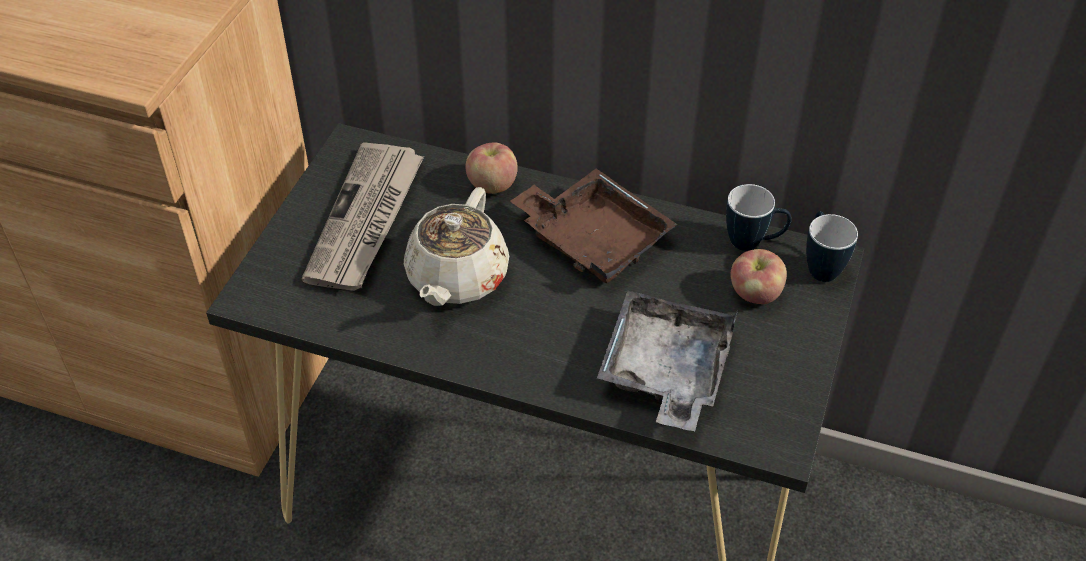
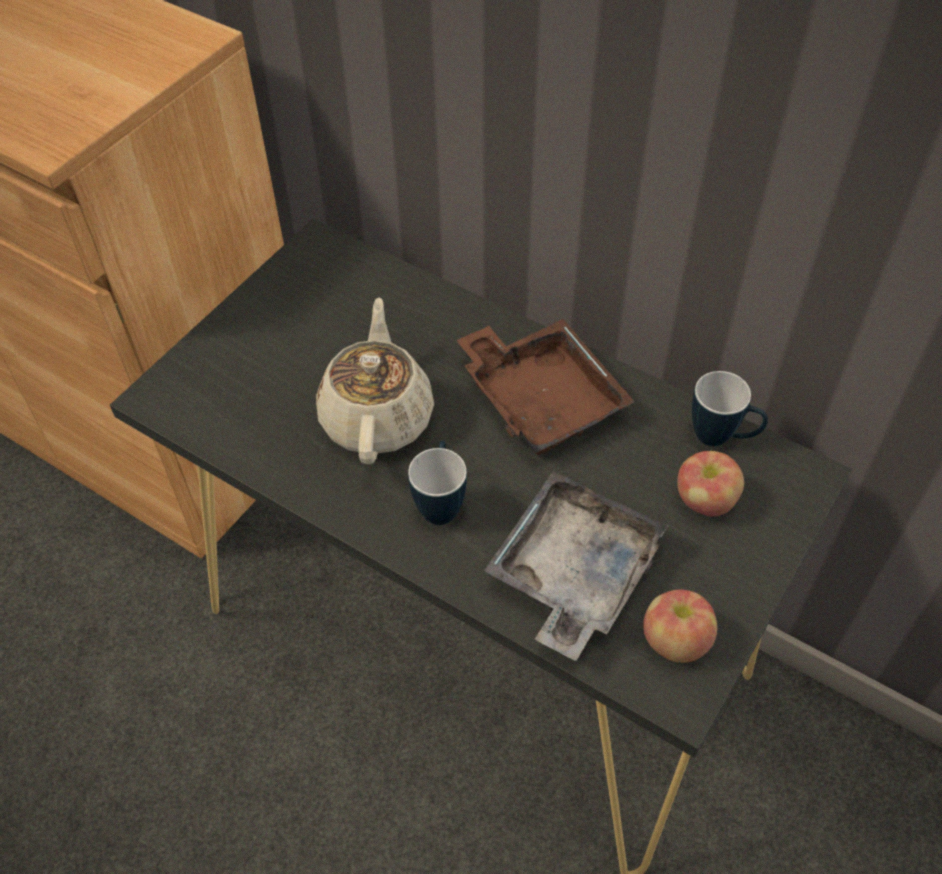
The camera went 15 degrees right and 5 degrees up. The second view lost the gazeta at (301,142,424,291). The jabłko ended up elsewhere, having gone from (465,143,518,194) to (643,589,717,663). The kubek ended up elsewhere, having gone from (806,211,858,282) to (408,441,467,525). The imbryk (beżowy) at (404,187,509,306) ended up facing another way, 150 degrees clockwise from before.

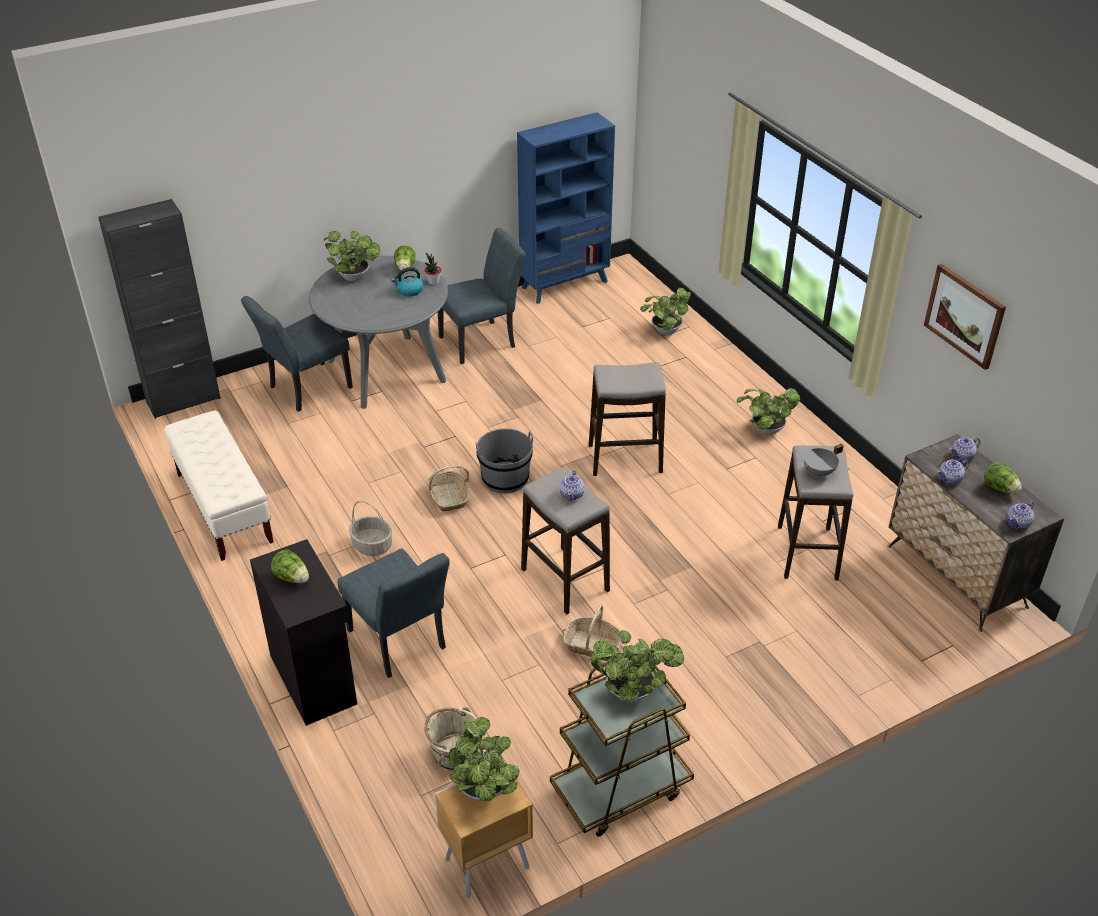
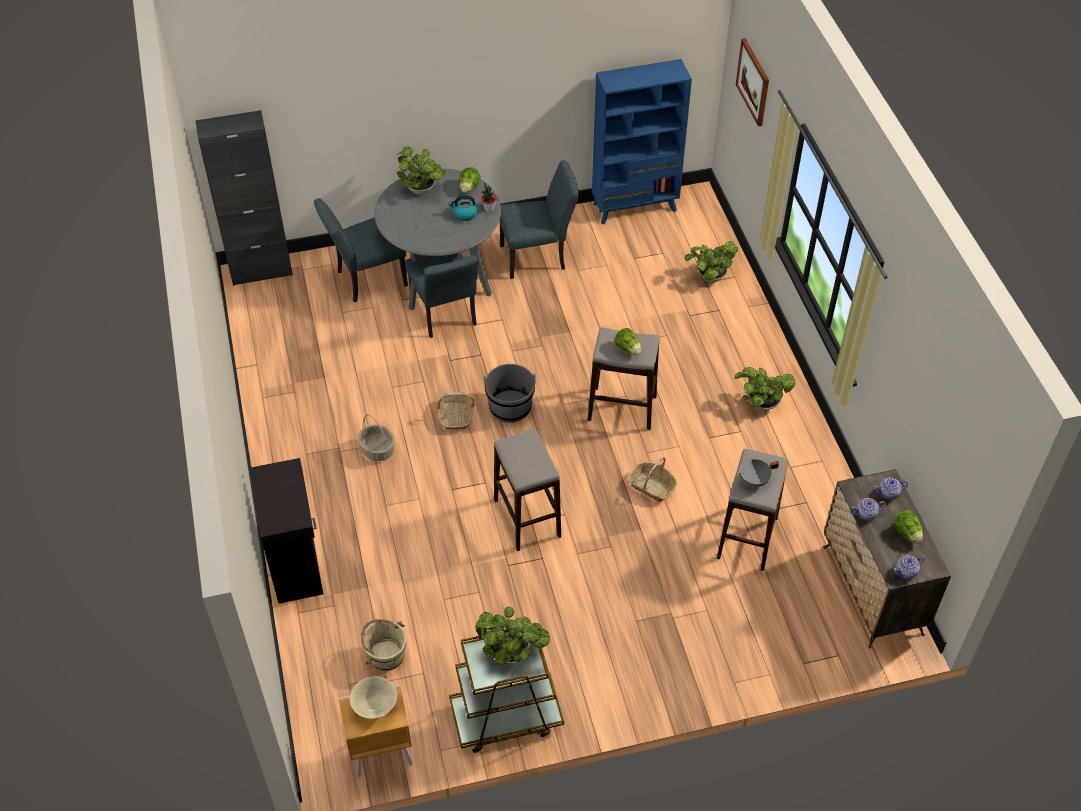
The camera went 15 degrees right and 10 degrees up. The second view lost the ławka (beżowy) at (164,411,274,561). The second view lost the imbryk at (560,470,584,501). The sałata ended up elsewhere, having gone from (271,549,309,583) to (615,328,641,355). The krzesło (szary) ended up elsewhere, having gone from (338,549,450,678) to (405,253,479,338). The koszyk ended up elsewhere, having gone from (563,605,621,661) to (628,457,677,502). The obraz ended up elsewhere, having gone from (924,264,1006,370) to (736,38,769,126). Where the roślina doniczkowa stood at (449,717,520,801), the miska (beżowy) came to stand at (350,676,397,719).

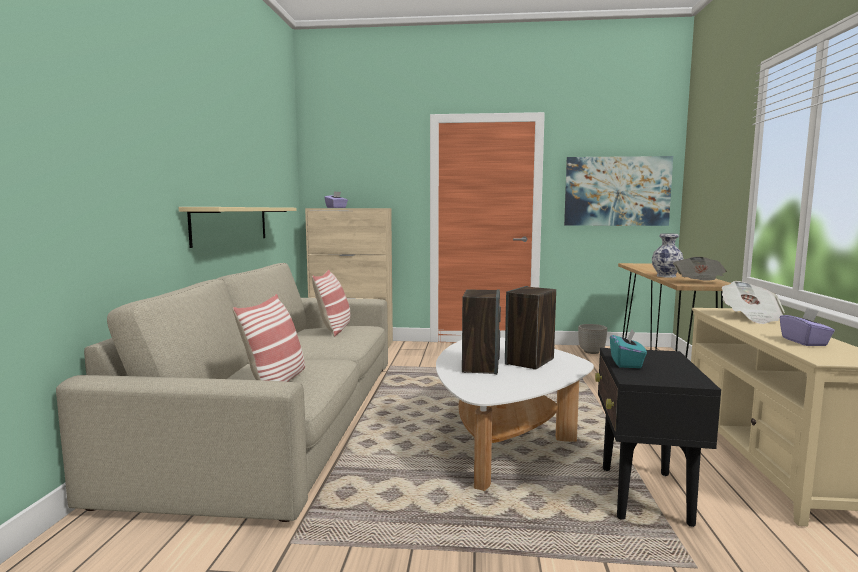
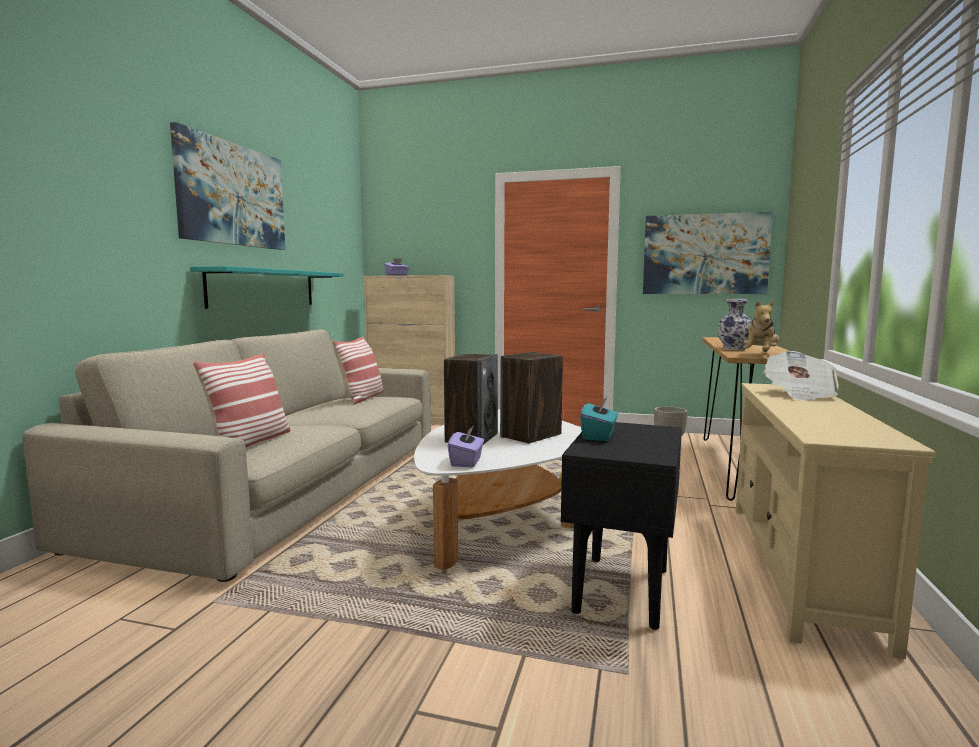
The camera went 10 degrees right and 0 degrees up. The second view gained the obraz at (170,122,285,250). The pudełko chusteczek (fioletowy) ended up elsewhere, having gone from (780,308,835,346) to (448,426,484,467). Where the gazeta stood at (673,257,727,281), the pluszak came to stand at (743,300,779,352). What was the półka (beżowy) at (179,207,297,248) turned into the półka (turkusowy) at (190,266,344,309).

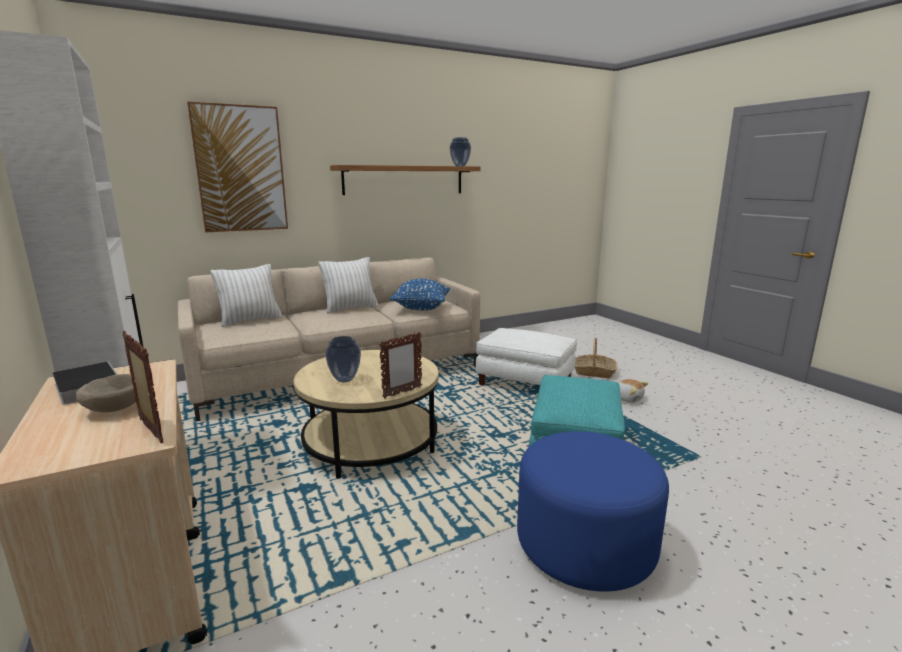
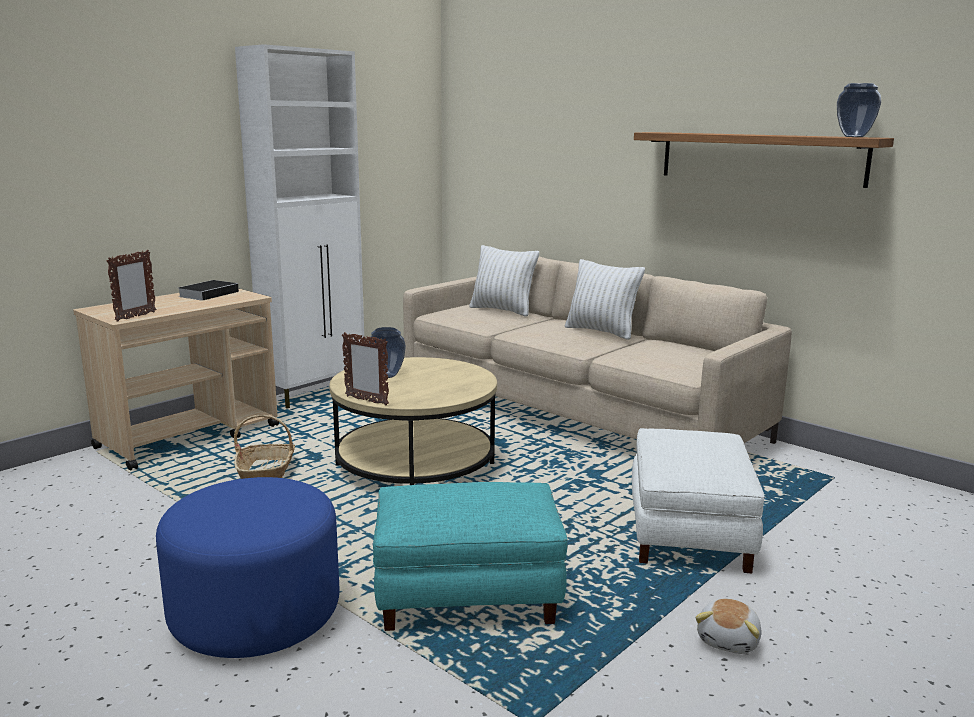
The camera went 70 degrees right and 0 degrees up. The second view lost the miska (beżowy) at (76,374,136,412). The second view lost the obraz at (187,102,288,232). The second view lost the poduszka (niebieski) at (390,279,450,311). The koszyk ended up elsewhere, having gone from (575,338,618,378) to (234,415,295,479).

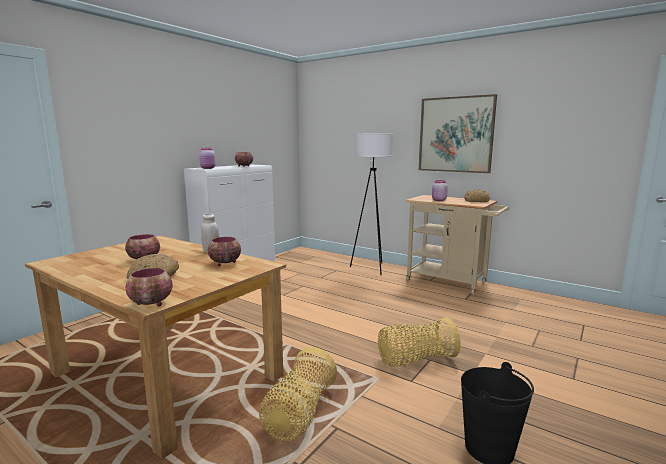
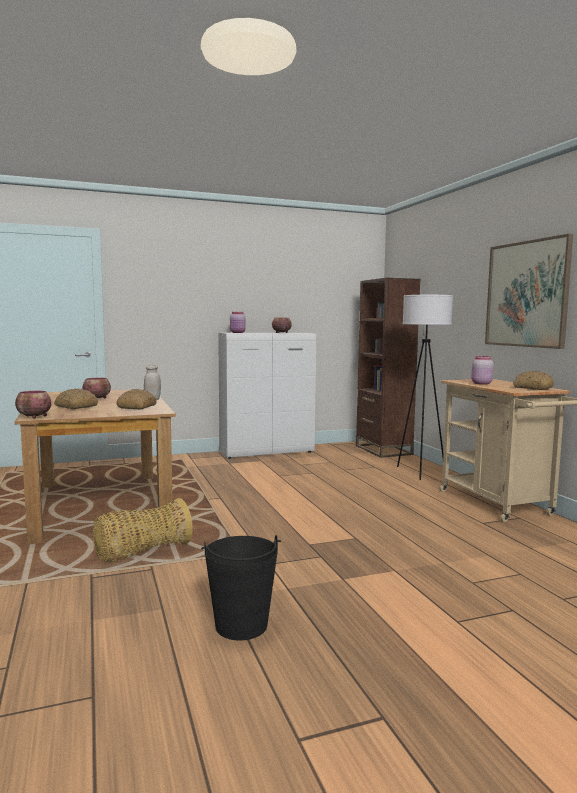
The camera went 35 degrees right and 5 degrees down. The second view lost the koszyk at (378,317,461,367). The second view gained the regał (brązowy) at (356,278,421,458). Where the miska stood at (208,237,241,266), the chleb came to stand at (116,389,156,409).

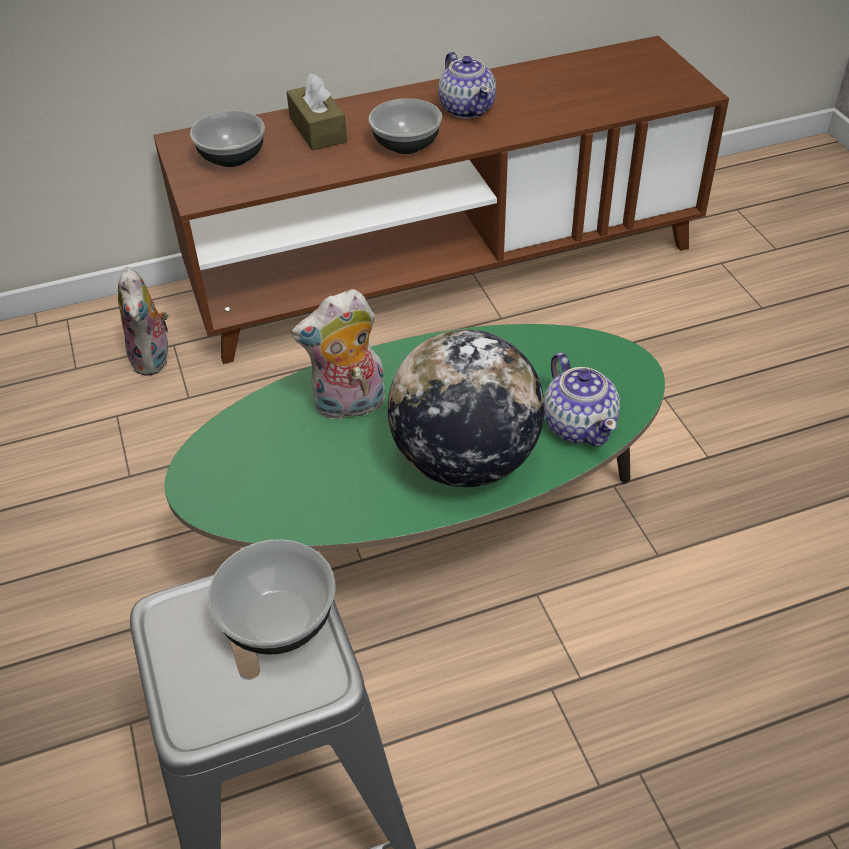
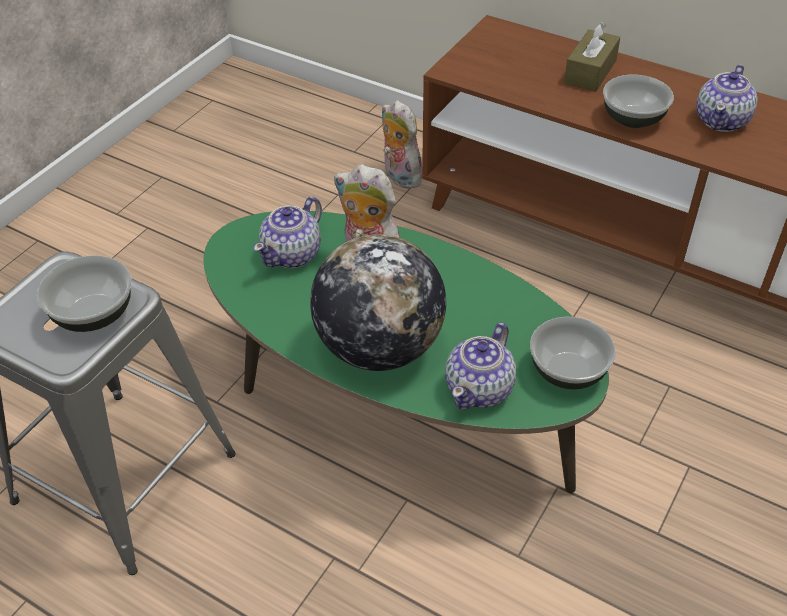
The camera went 50 degrees right and 0 degrees up. The second view gained the imbryk at (254,197,322,268). The miska ended up elsewhere, having gone from (190,111,265,167) to (530,317,616,389). The pluszak at (118,267,169,376) ended up facing another way, 105 degrees clockwise from before.

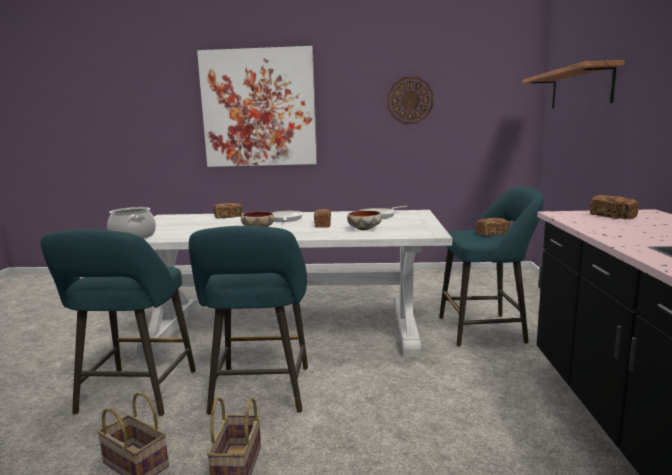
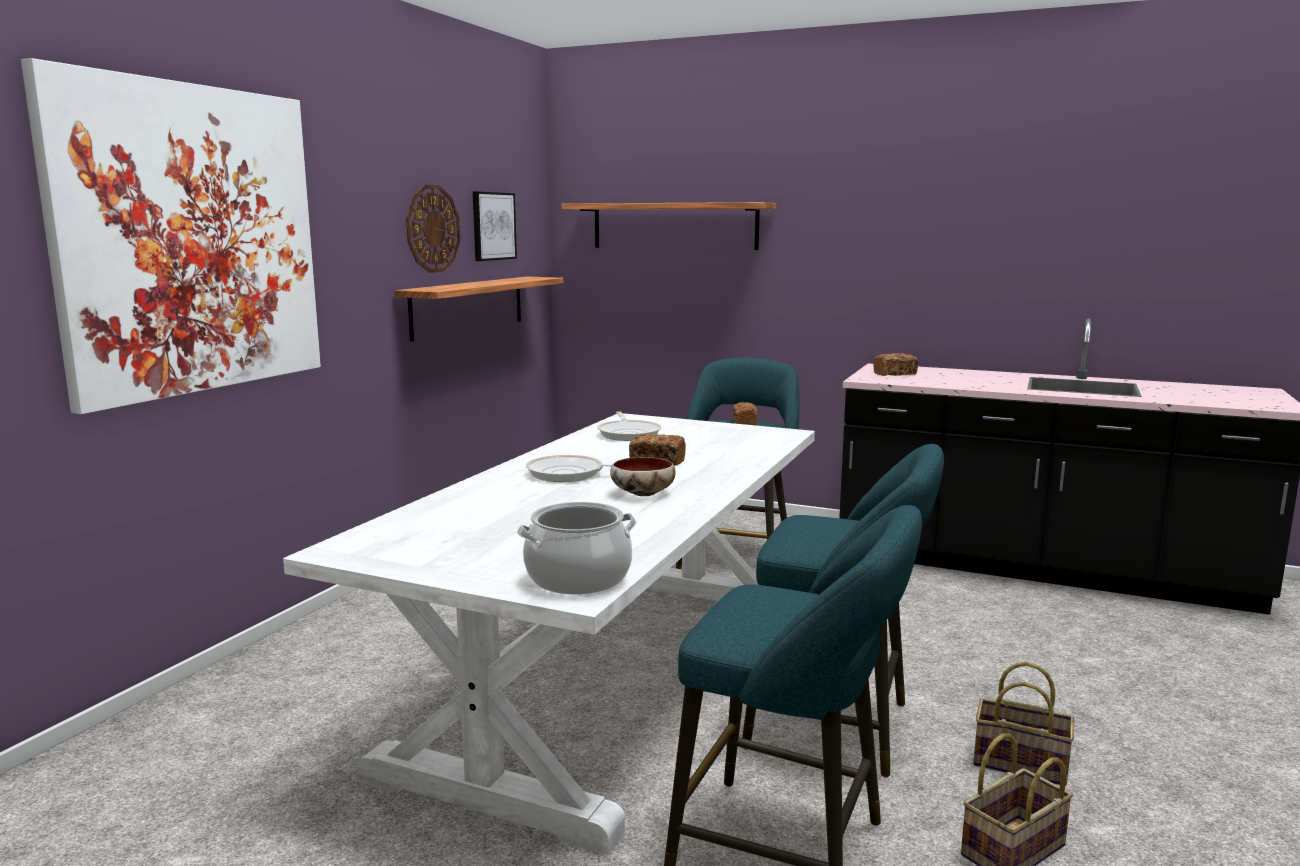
The camera went 70 degrees left and 0 degrees up. The second view lost the chleb at (214,203,242,219). The second view lost the miska at (347,211,382,230). The second view gained the półka at (395,277,563,342). The second view gained the obraz at (472,192,517,261).

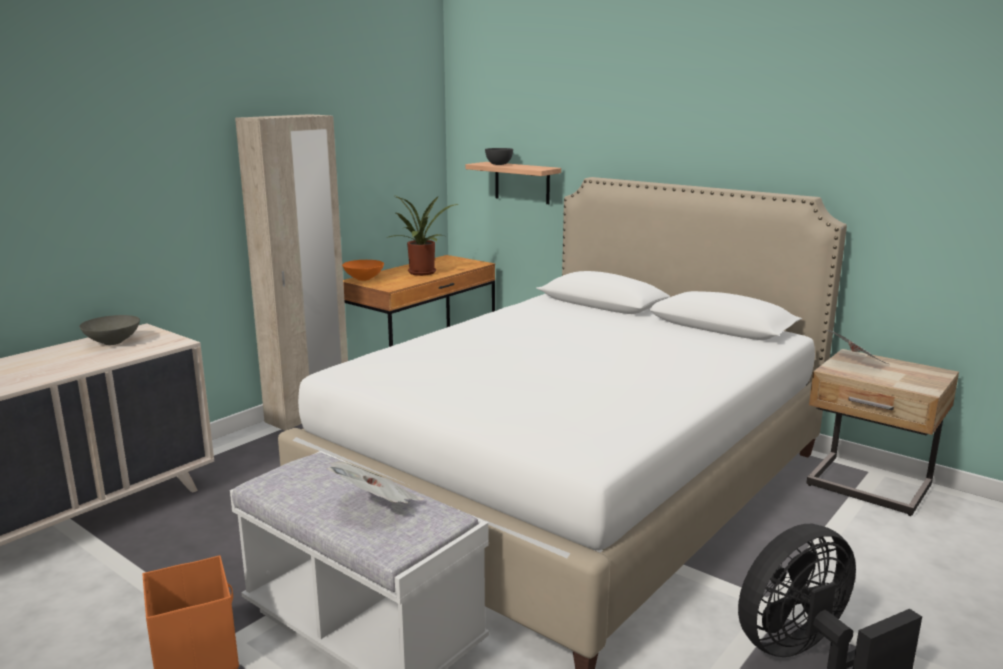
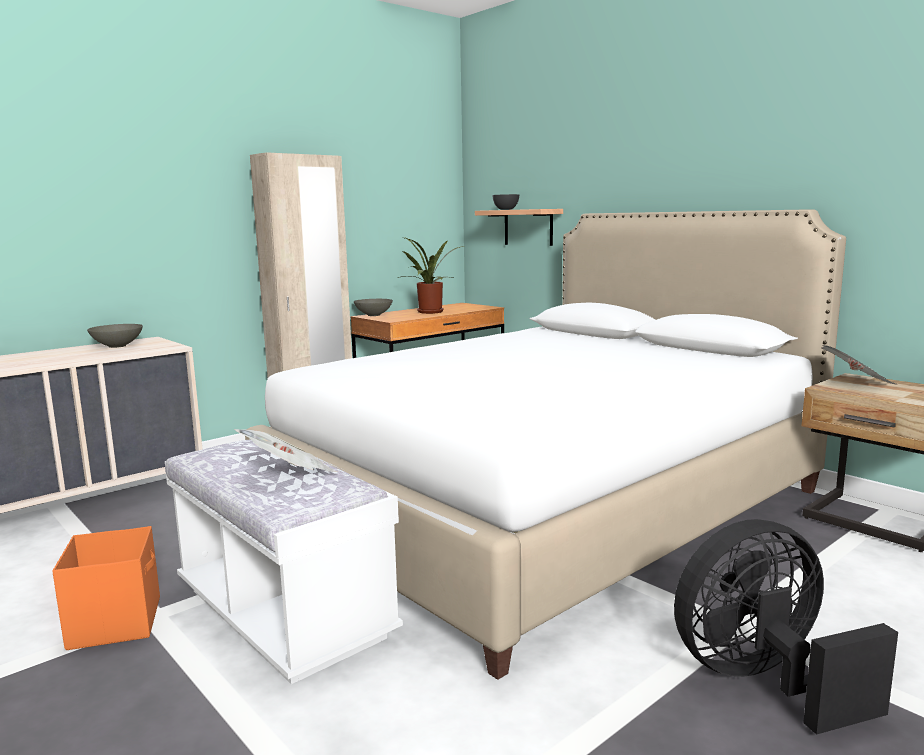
The camera went 10 degrees right and 5 degrees down. What was the miska (pomarańczowy) at (342,260,384,281) turned into the miska (szary) at (354,299,393,316).

